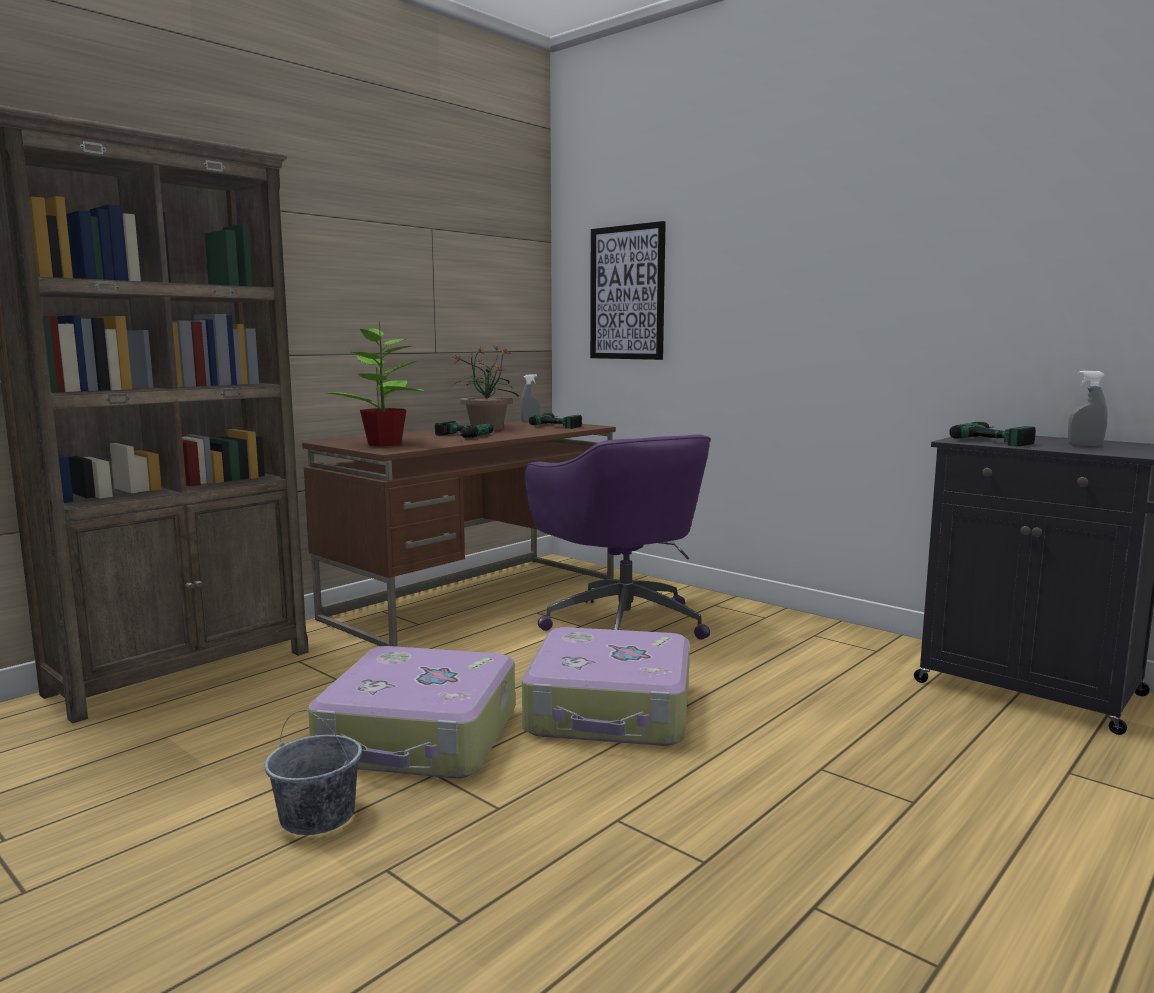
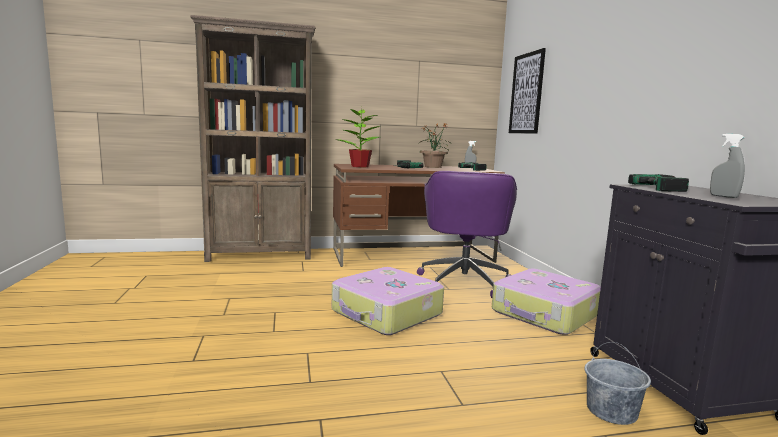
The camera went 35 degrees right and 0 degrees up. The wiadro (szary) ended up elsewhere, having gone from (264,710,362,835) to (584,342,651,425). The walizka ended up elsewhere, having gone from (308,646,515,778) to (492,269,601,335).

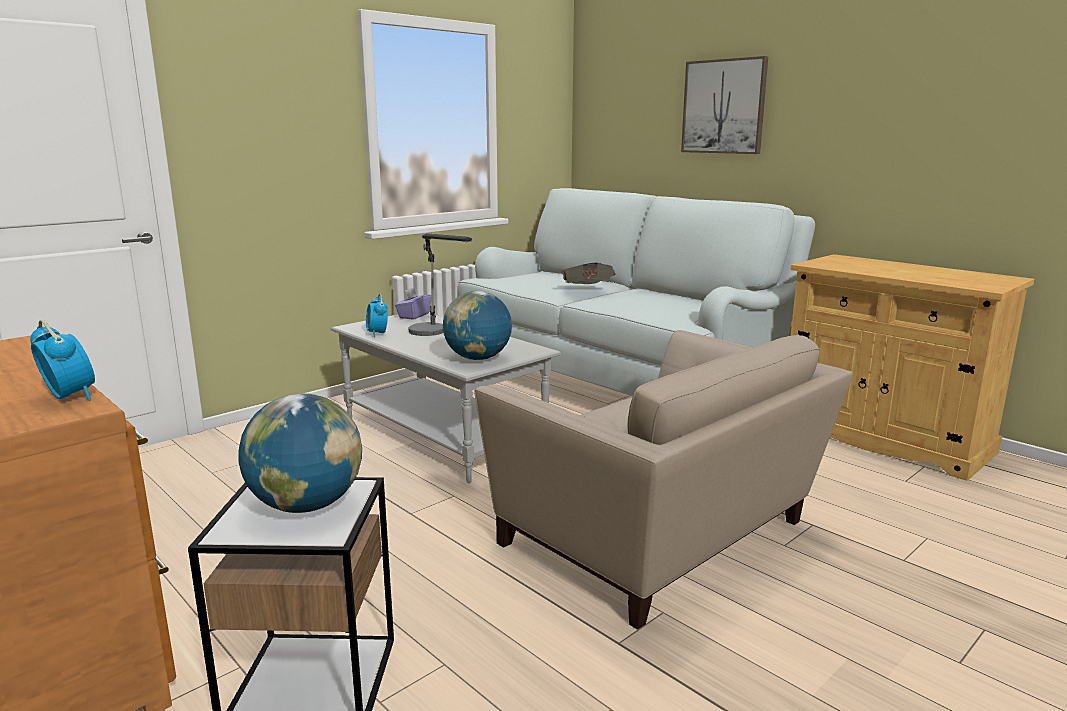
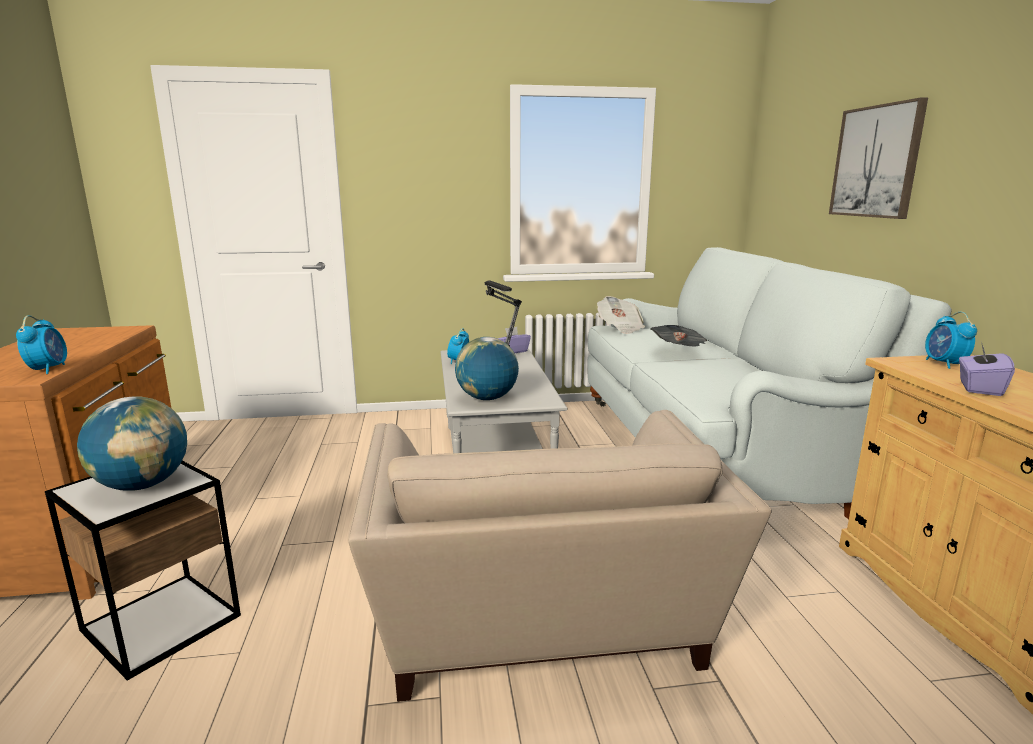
The camera went 35 degrees right and 0 degrees up. The second view gained the gazeta at (597,296,645,334). The second view gained the budzik at (925,312,977,369). The second view gained the pudełko chusteczek (fioletowy) at (959,345,1015,396).

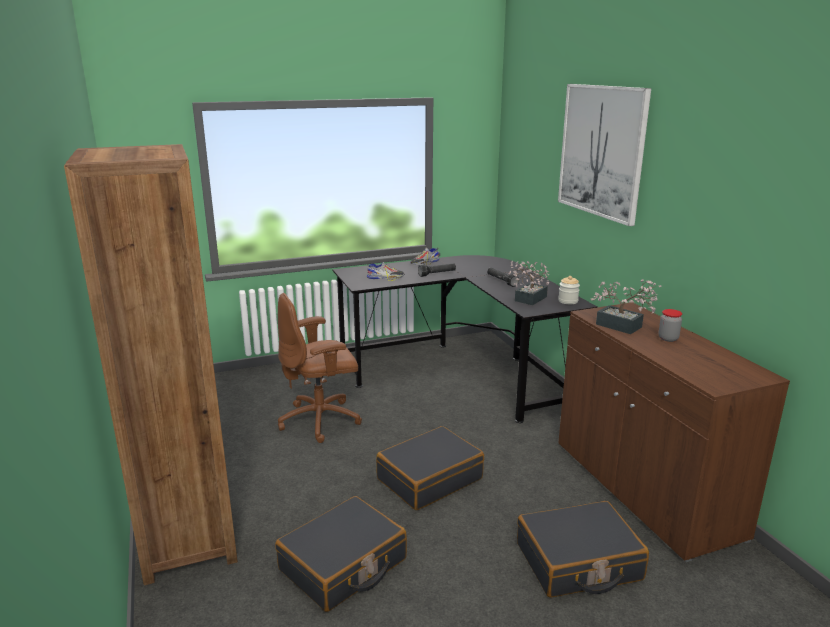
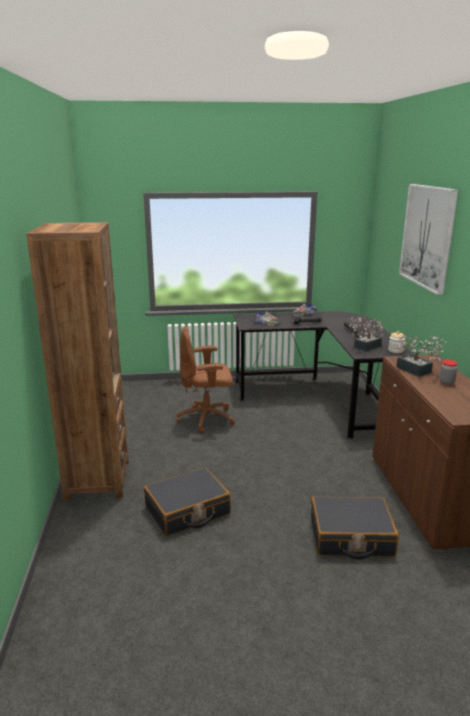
The camera went 15 degrees right and 0 degrees up. The second view lost the walizka (czarny) at (376,426,484,510).

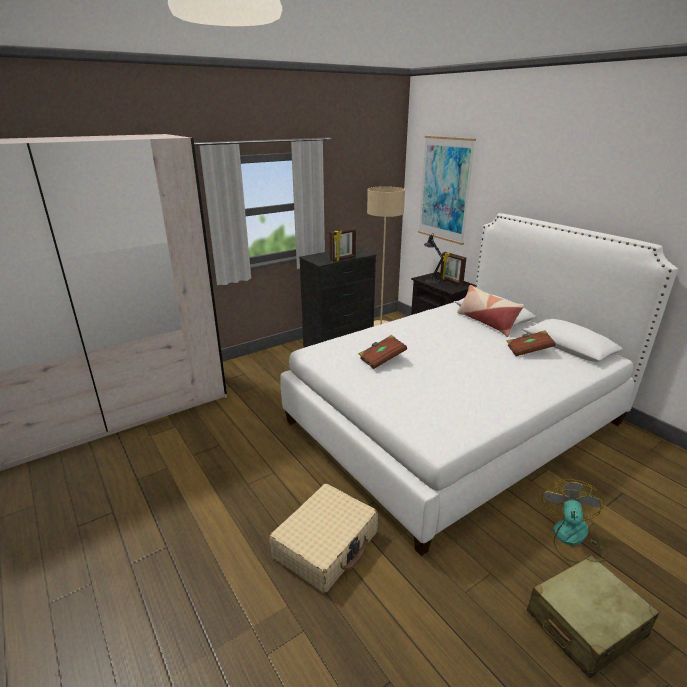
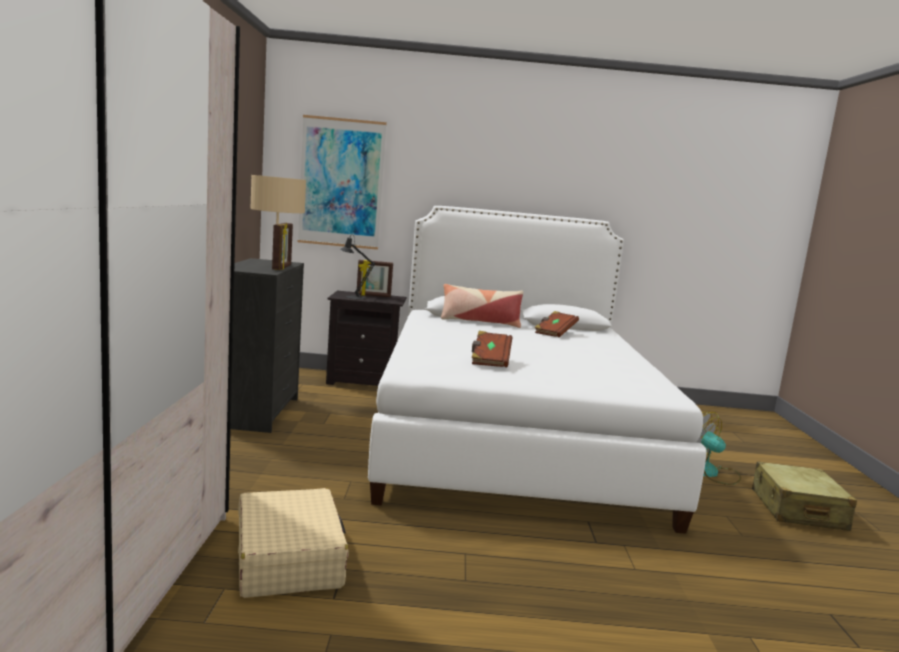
The camera went 55 degrees left and 15 degrees down. The walizka (beżowy) ended up elsewhere, having gone from (269,483,378,593) to (238,488,349,598).

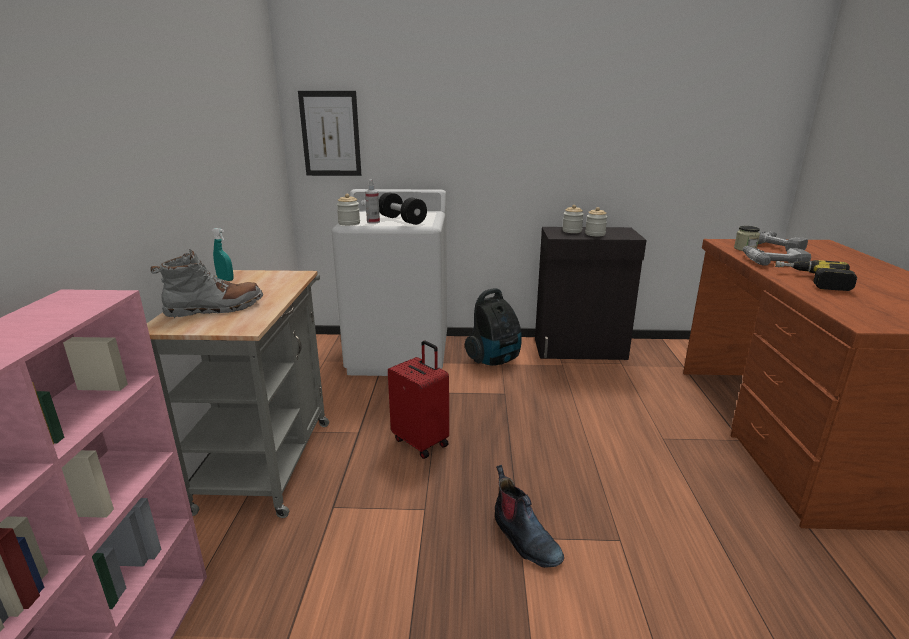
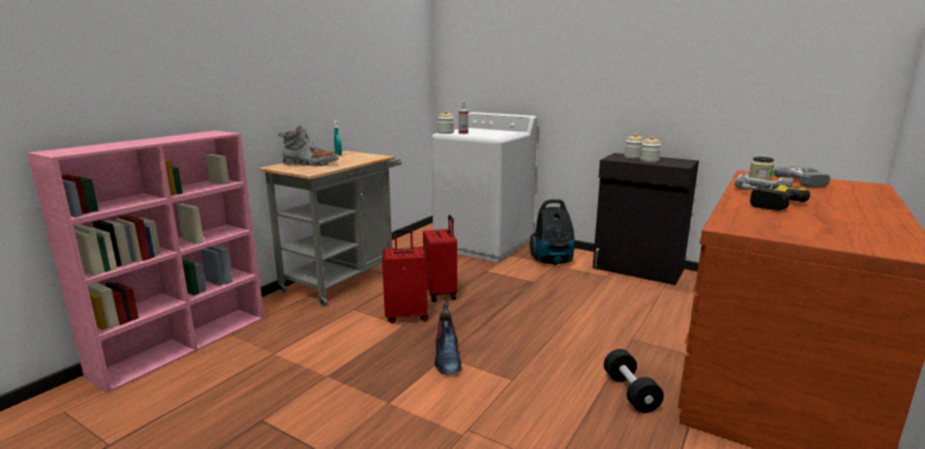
The camera went 30 degrees right and 5 degrees down. The second view lost the obraz at (298,91,362,176). The second view gained the walizka (czerwony) at (382,229,428,323). The hantel (czarny) ended up elsewhere, having gone from (379,193,427,225) to (604,349,664,413).

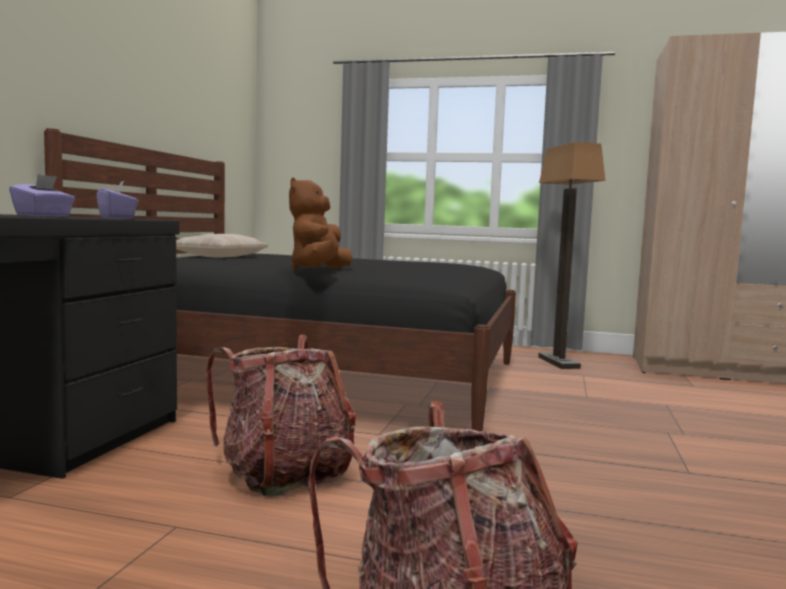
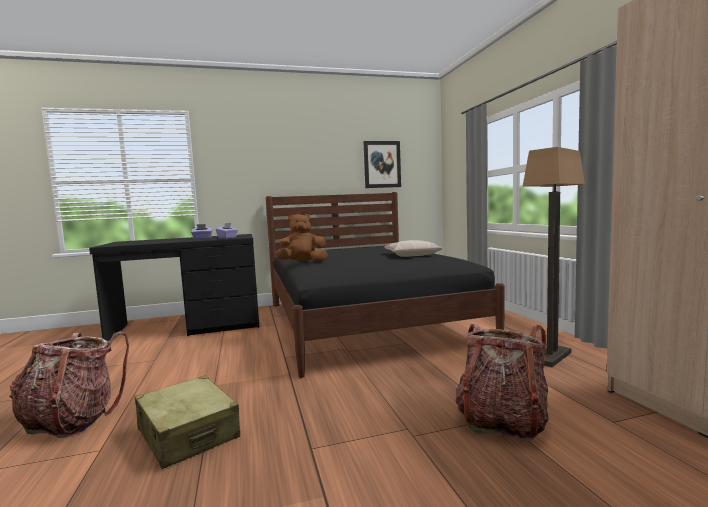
The camera went 60 degrees right and 0 degrees up. The second view gained the walizka (beżowy) at (135,376,240,469). The second view gained the obraz at (363,141,401,188). The poduszka (beżowy) ended up elsewhere, having gone from (176,234,268,258) to (384,240,442,257). The plecak ended up elsewhere, having gone from (206,334,356,497) to (455,324,548,441).

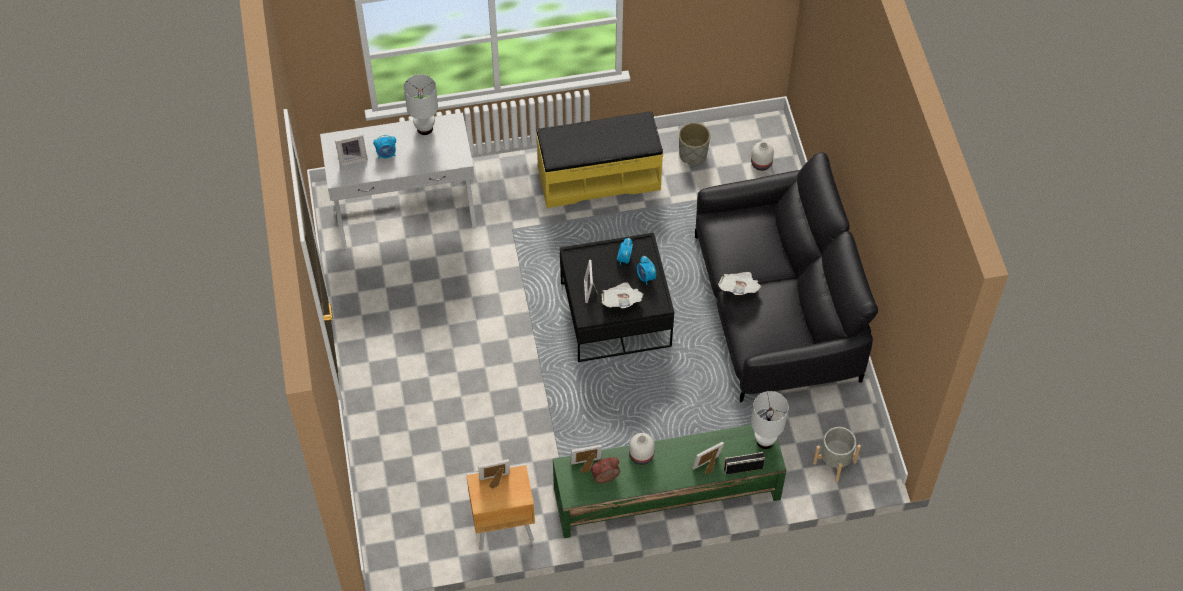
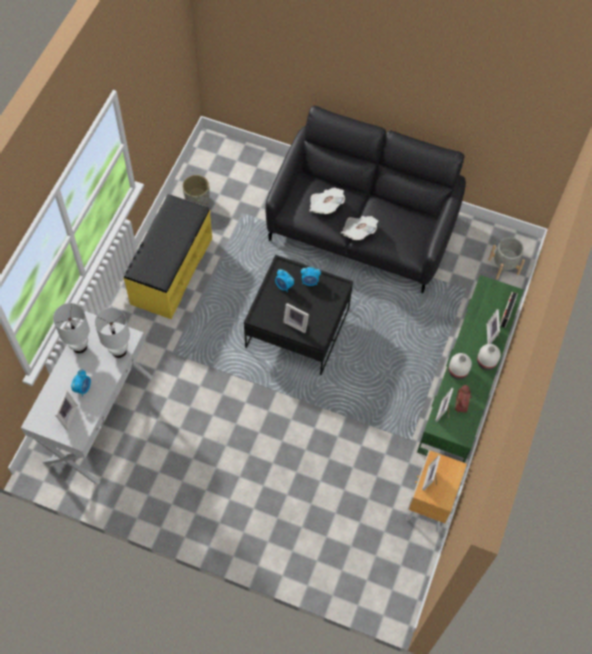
The camera went 60 degrees left and 5 degrees up. The gazeta ended up elsewhere, having gone from (602,283,643,309) to (310,188,345,214). The wazon (biały) ended up elsewhere, having gone from (751,142,774,171) to (477,344,501,370). The lampa stołowa (biały) ended up elsewhere, having gone from (751,391,789,449) to (95,308,130,358).

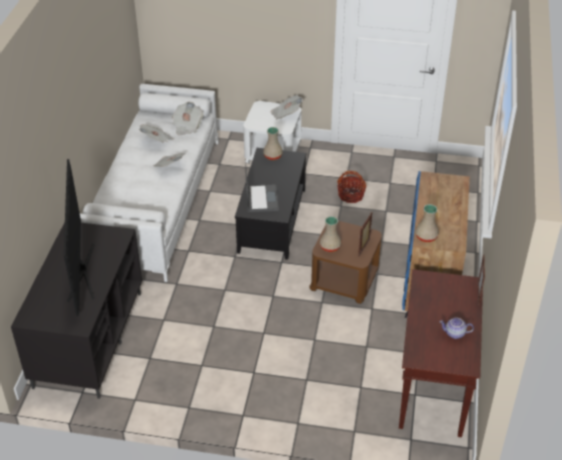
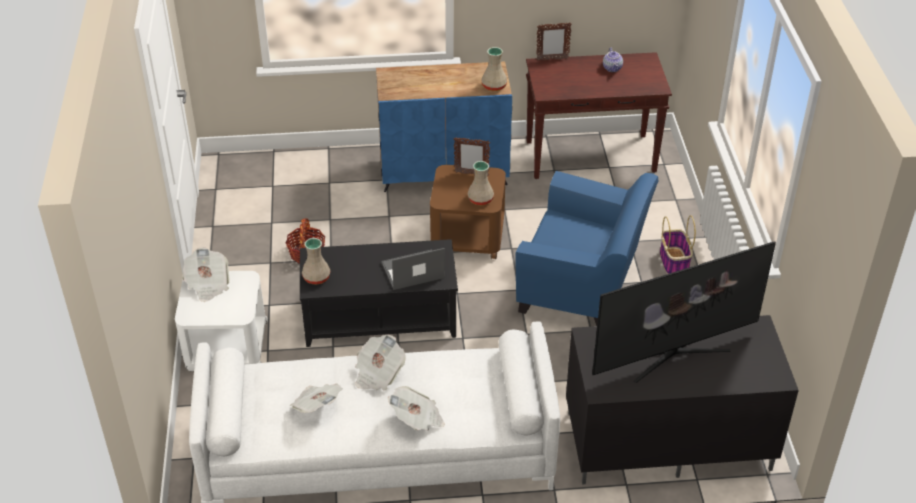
The camera went 105 degrees left and 0 degrees up. The second view gained the fotel (niebieski) at (515,171,658,326). The second view gained the koszyk at (660,215,696,274). The gazeta ended up elsewhere, having gone from (172,102,203,135) to (388,386,445,431).

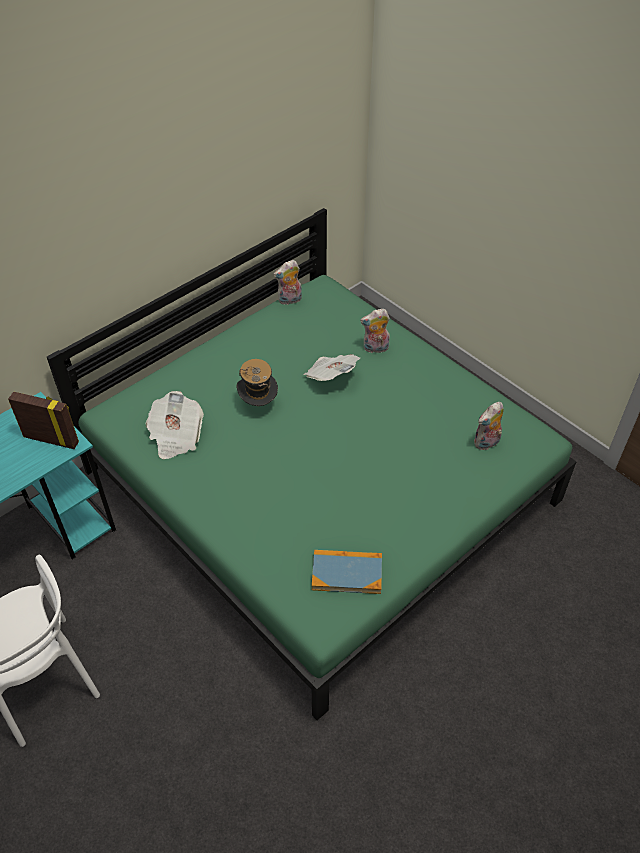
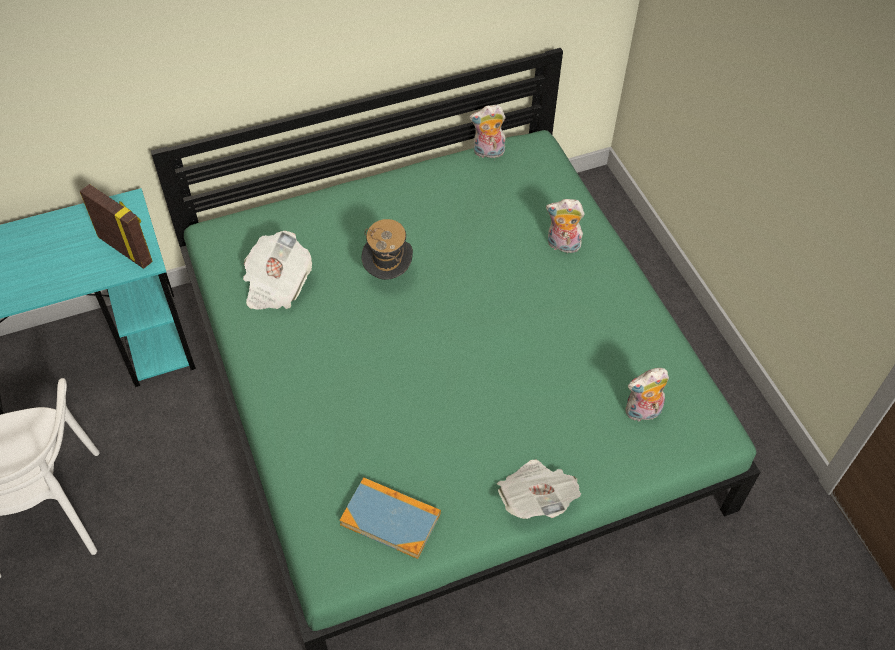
The camera went 20 degrees right and 5 degrees up. The gazeta ended up elsewhere, having gone from (303,354,360,381) to (497,460,581,519).

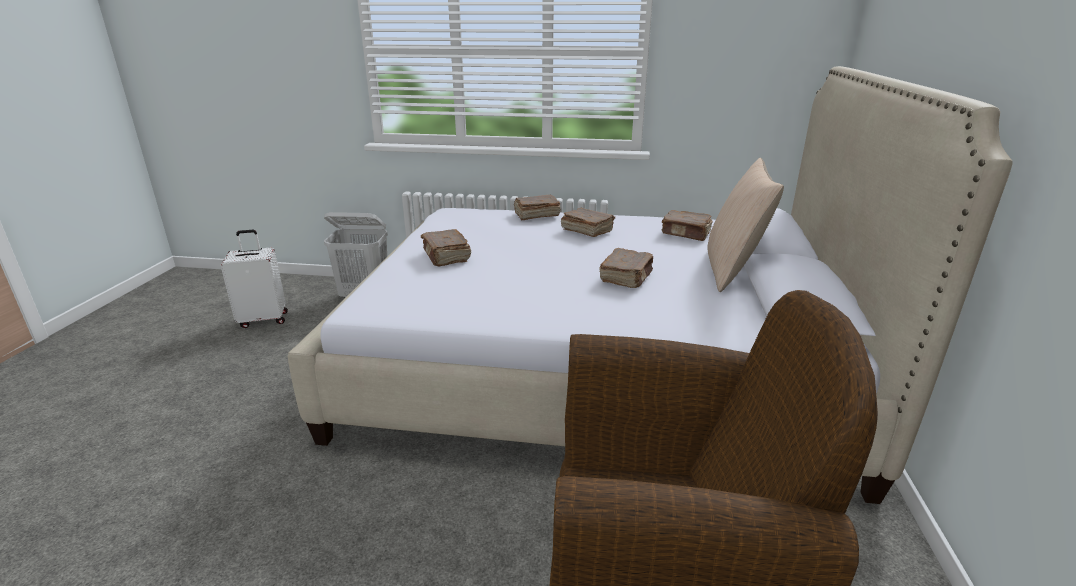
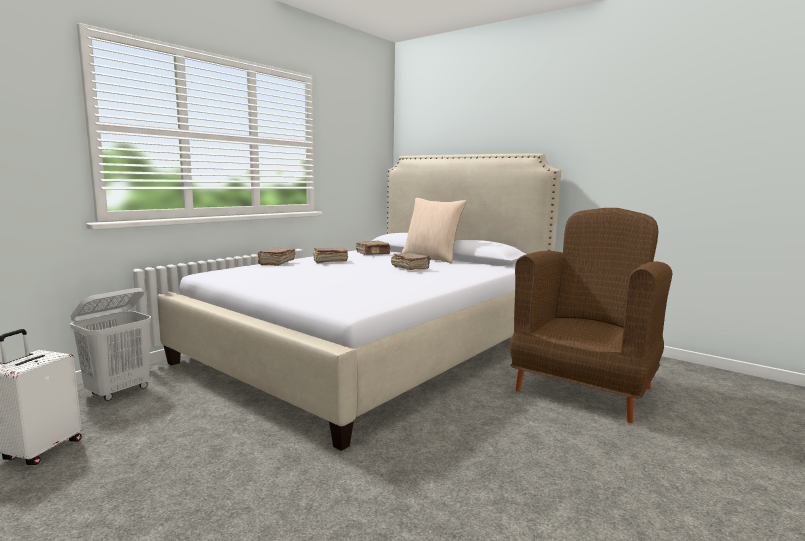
The camera went 60 degrees left and 15 degrees down. The second view lost the książka (brązowy) at (421,229,471,266).

